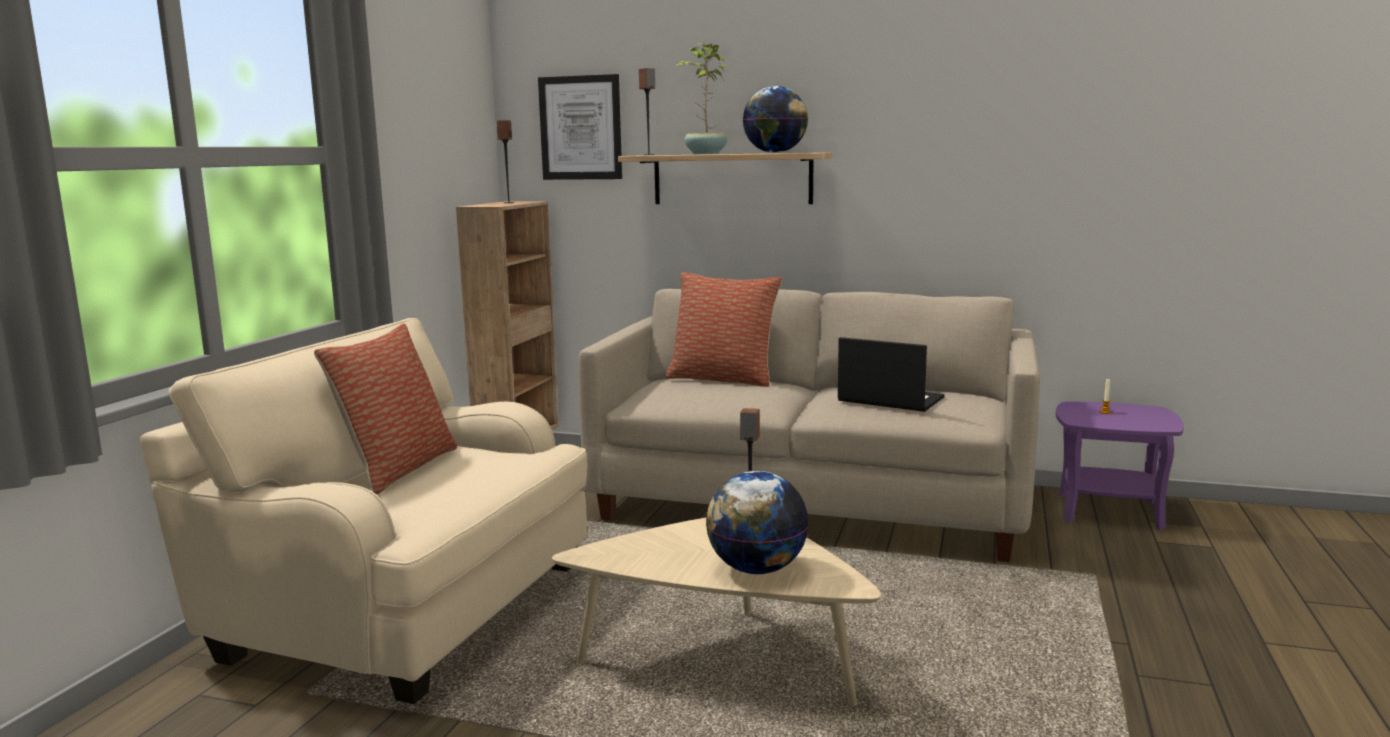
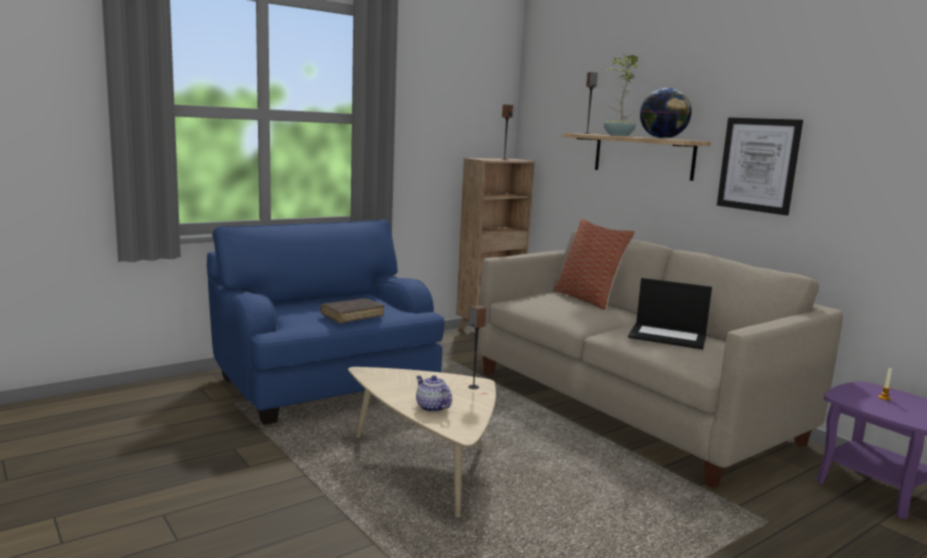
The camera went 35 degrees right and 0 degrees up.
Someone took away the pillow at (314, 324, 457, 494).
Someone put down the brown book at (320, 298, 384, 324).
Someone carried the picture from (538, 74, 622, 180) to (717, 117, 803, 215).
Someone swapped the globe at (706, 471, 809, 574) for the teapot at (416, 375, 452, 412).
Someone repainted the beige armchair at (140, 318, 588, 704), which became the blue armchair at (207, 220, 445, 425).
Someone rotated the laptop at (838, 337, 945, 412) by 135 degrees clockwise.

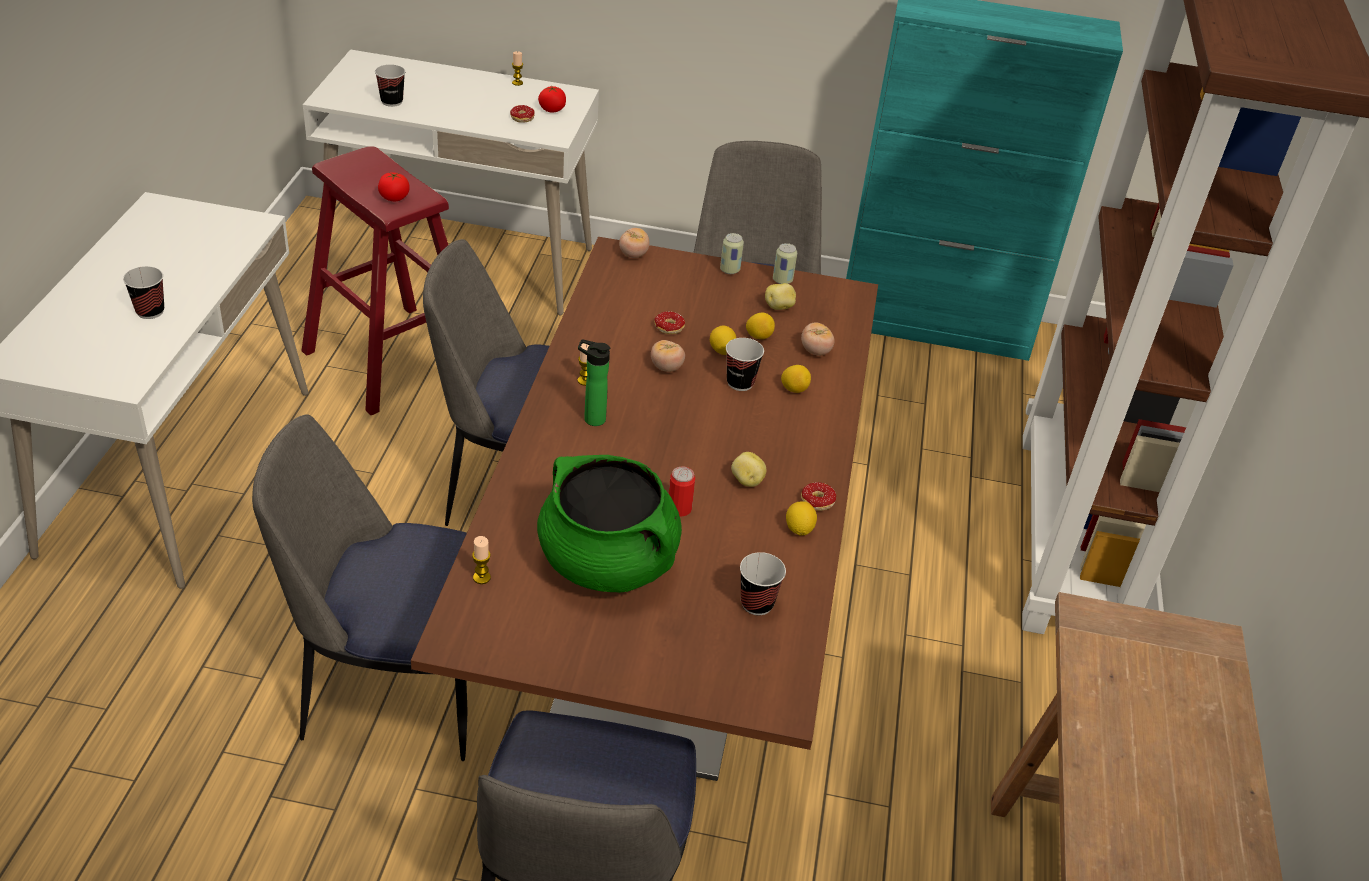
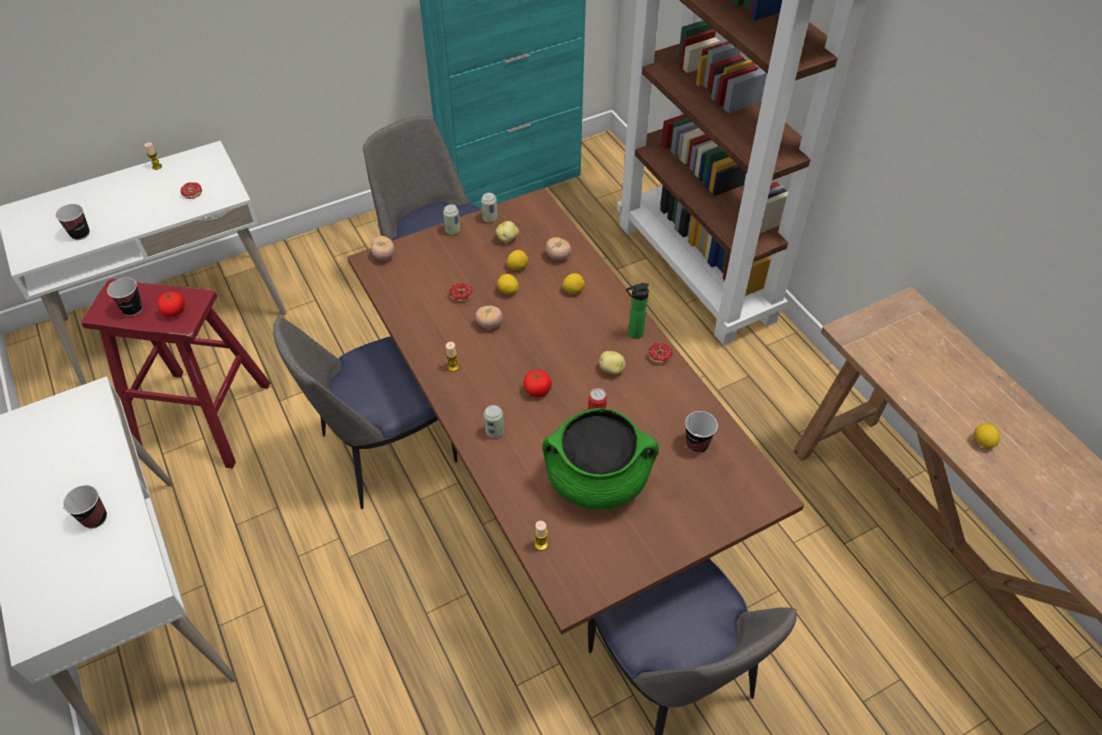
The camera went 35 degrees left and 10 degrees up.
Someone took away the chair at (252, 414, 468, 761).
Someone put down the can at (484, 405, 504, 438).
Someone carried the tomato from (538, 86, 566, 112) to (523, 370, 552, 398).
Someone carried the bottle from (578, 339, 610, 426) to (626, 283, 649, 339).
Someone carried the cup from (726, 338, 764, 391) to (107, 277, 143, 316).
Someone carried the lemon from (786, 501, 817, 535) to (974, 423, 1000, 448).

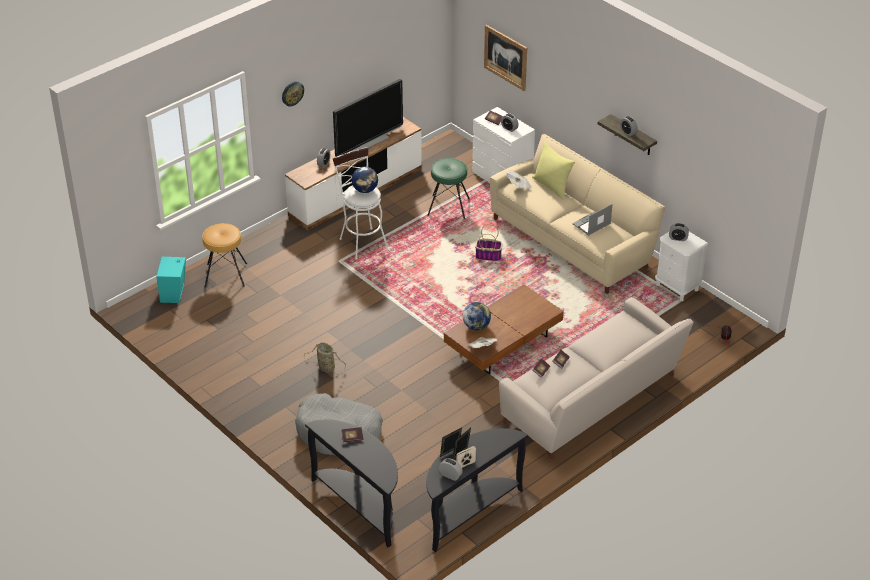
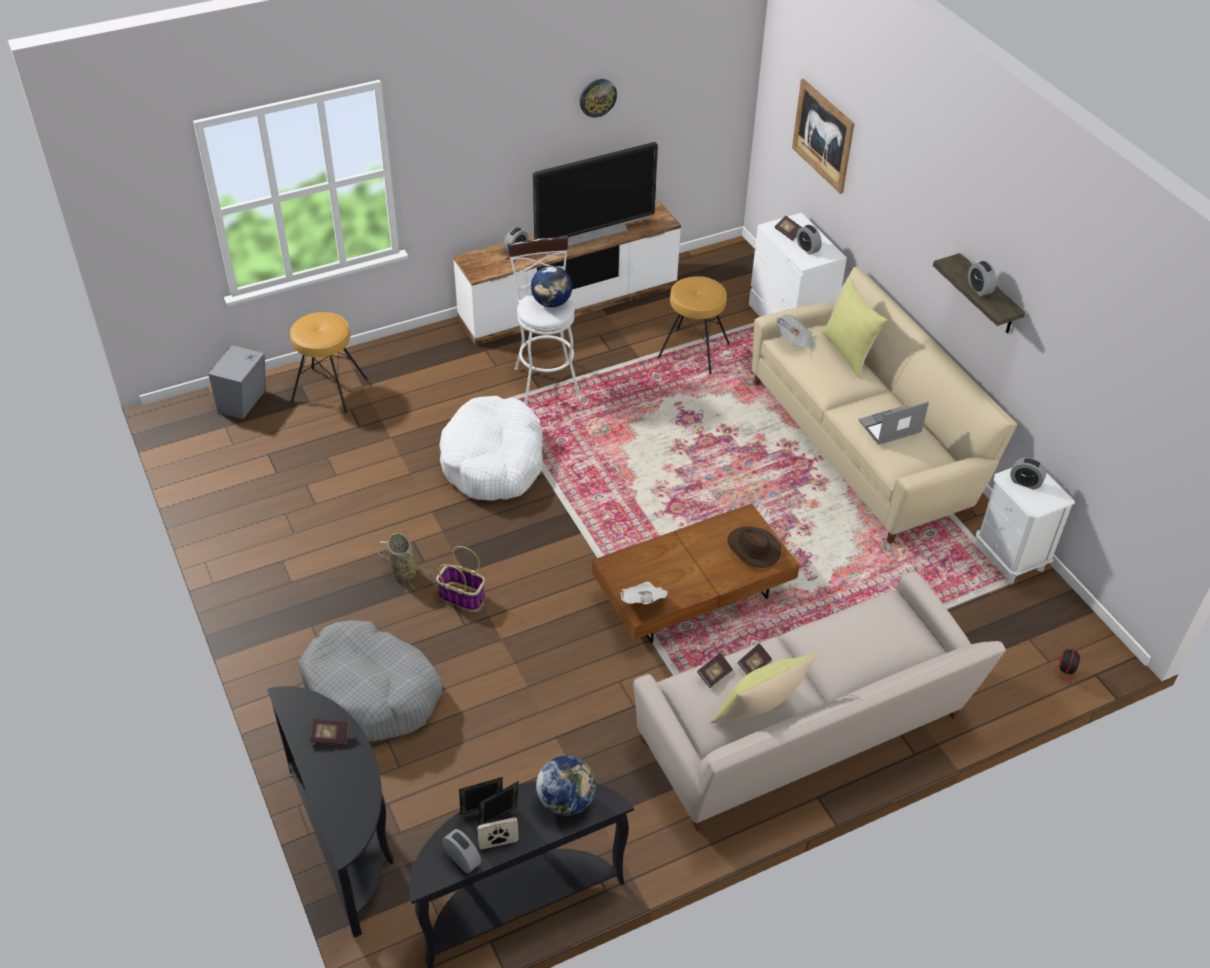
The camera went 15 degrees right and 5 degrees up.
Someone put down the white dog bed at (439, 396, 543, 501).
Someone put down the yellow pillow at (711, 654, 818, 723).
Someone put down the brown hat at (727, 527, 781, 568).
Someone carried the wall clock from (282, 81, 304, 106) to (580, 79, 617, 118).
Someone carried the globe from (463, 302, 491, 330) to (536, 756, 596, 816).
Someone carried the basket from (475, 224, 502, 261) to (436, 546, 485, 611).
Someone repainted the turquoise speaker at (156, 257, 186, 303), which became the grey speaker at (208, 345, 266, 419).
Someone repainted the green stool at (428, 158, 470, 219), which became the brown stool at (658, 276, 730, 374).

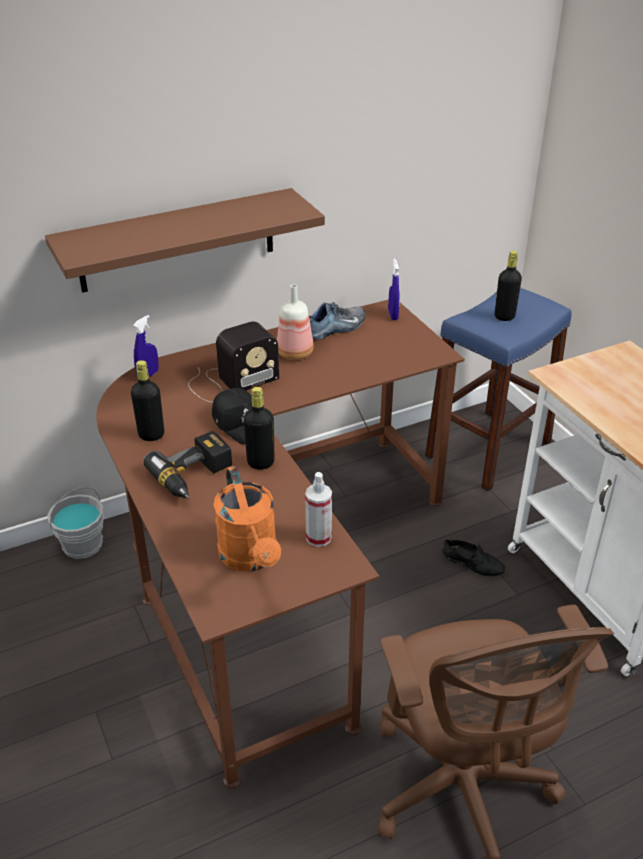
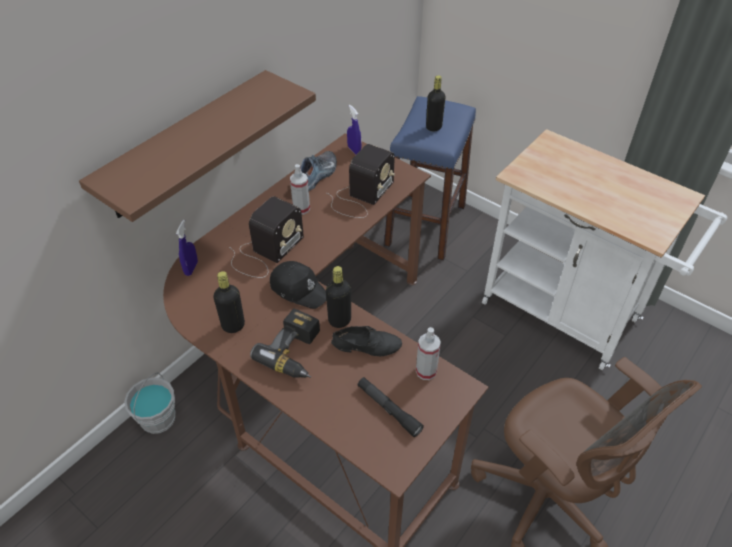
The camera went 25 degrees left and 10 degrees up.
Someone put down the radio at (327, 144, 395, 218).
Someone carried the black shoe from (442, 540, 505, 576) to (331, 326, 402, 356).
Someone swapped the orange watering can at (213, 466, 281, 572) for the black flashlight at (358, 377, 424, 437).
Someone swapped the bottle at (277, 284, 314, 360) for the spray bottle at (290, 164, 310, 214).

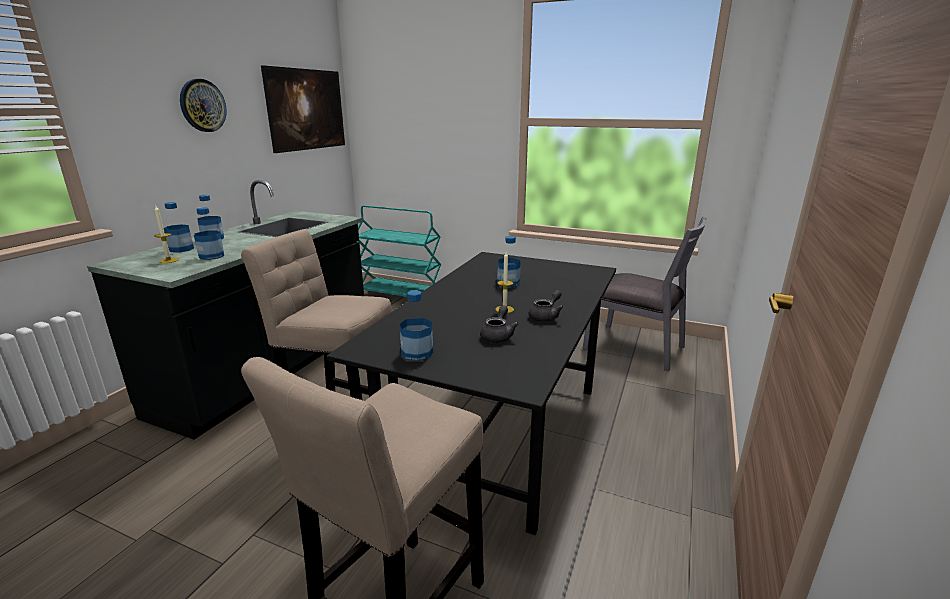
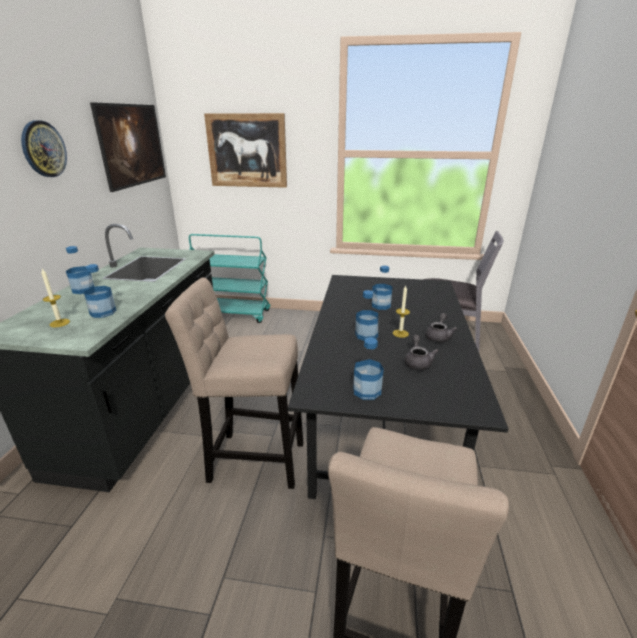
The camera went 15 degrees left and 5 degrees up.
Someone put up the picture at (204, 113, 287, 188).
Someone carried the bottle from (163, 202, 194, 252) to (355, 290, 378, 341).

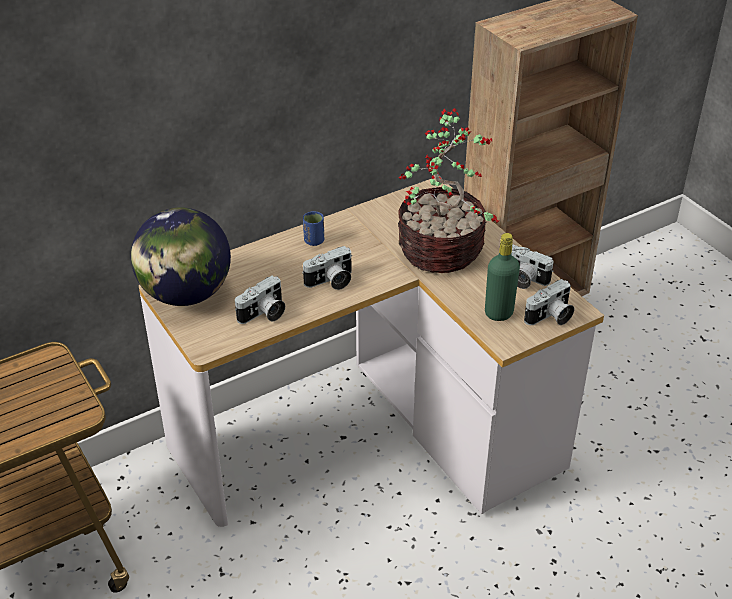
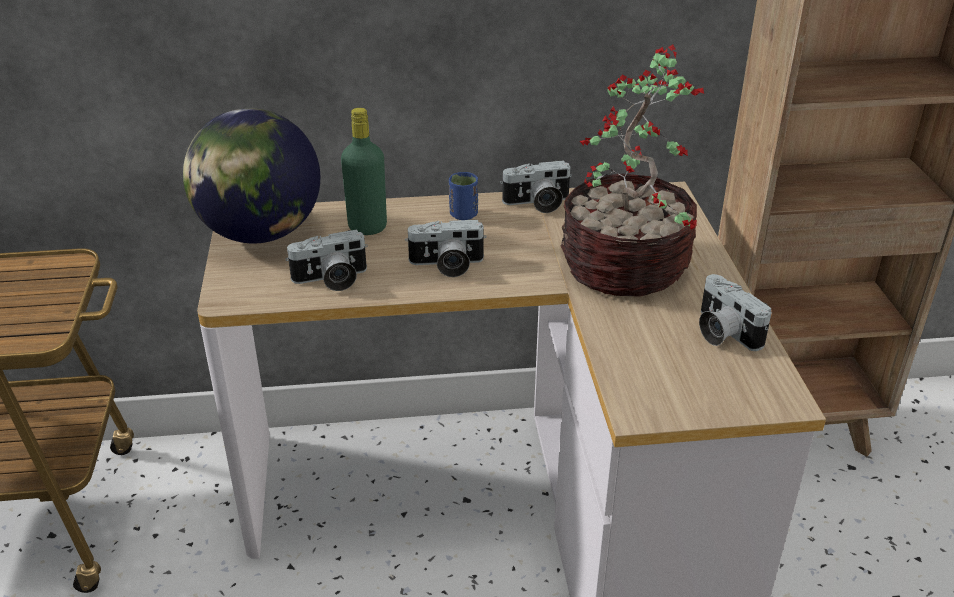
The camera went 25 degrees right and 5 degrees down.
Someone carried the green bottle from (485, 233, 520, 321) to (341, 108, 387, 235).
Someone carried the photo camera from (524, 279, 574, 325) to (500, 160, 572, 213).

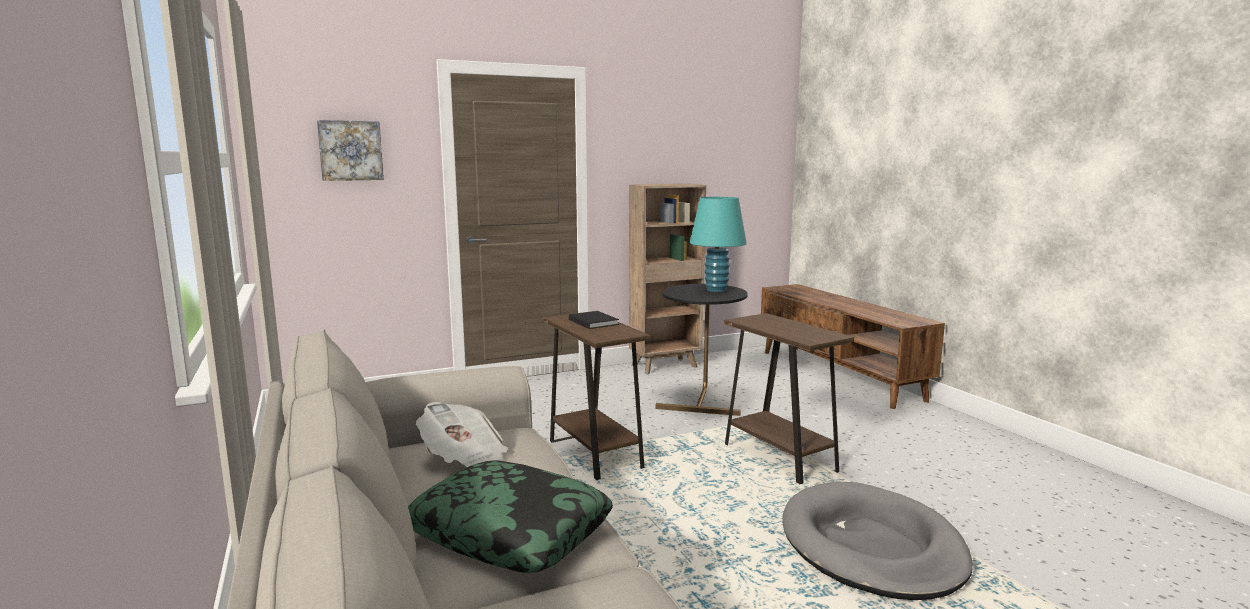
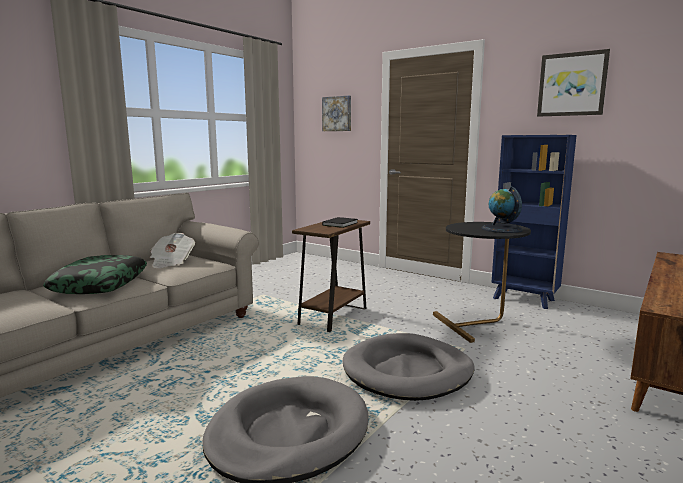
The camera went 60 degrees right and 0 degrees up.
Someone put up the picture at (537, 49, 610, 116).
Someone swapped the turquoise table lamp at (690, 197, 747, 292) for the globe at (481, 186, 523, 233).
Someone swapped the brown side table at (724, 313, 854, 484) for the grey dog bed at (343, 333, 475, 401).
Someone repainted the brown bookcase at (629, 184, 706, 374), which became the blue bookcase at (491, 135, 577, 309).

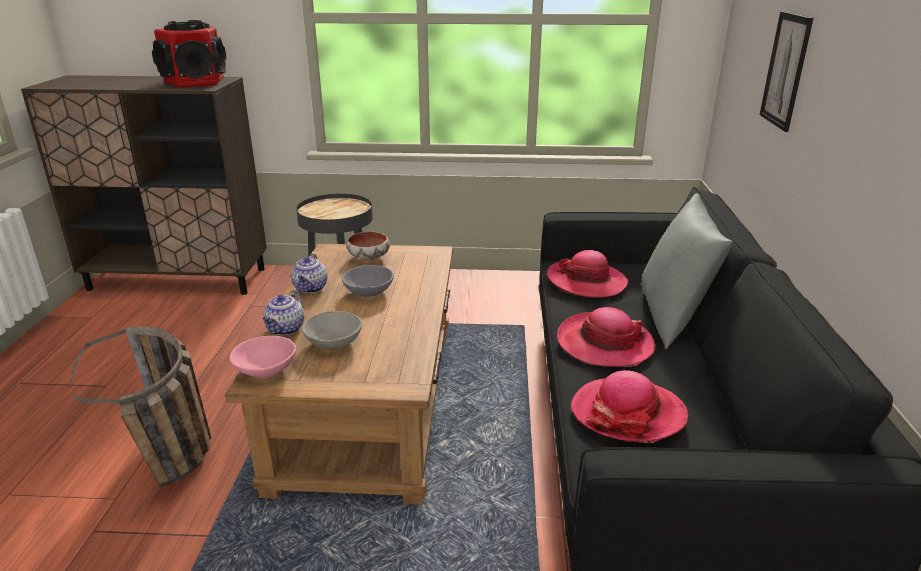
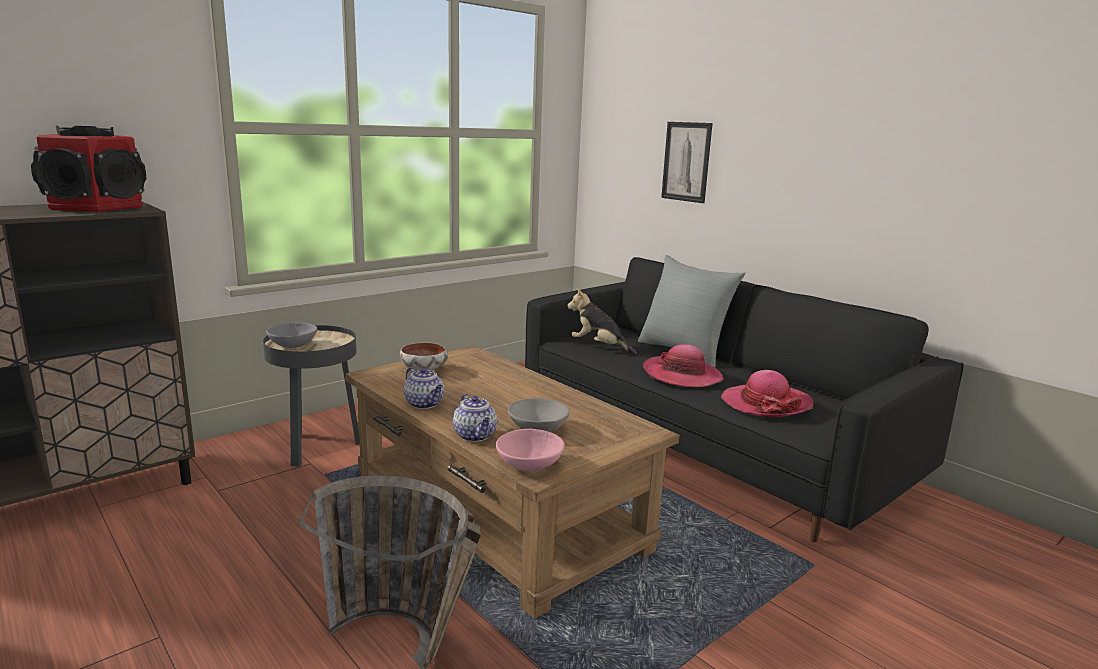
The camera went 45 degrees left and 10 degrees down.
Someone carried the grey bowl from (342, 265, 394, 297) to (266, 322, 317, 348).
Someone swapped the hat at (547, 250, 629, 298) for the plush toy at (567, 288, 637, 354).

